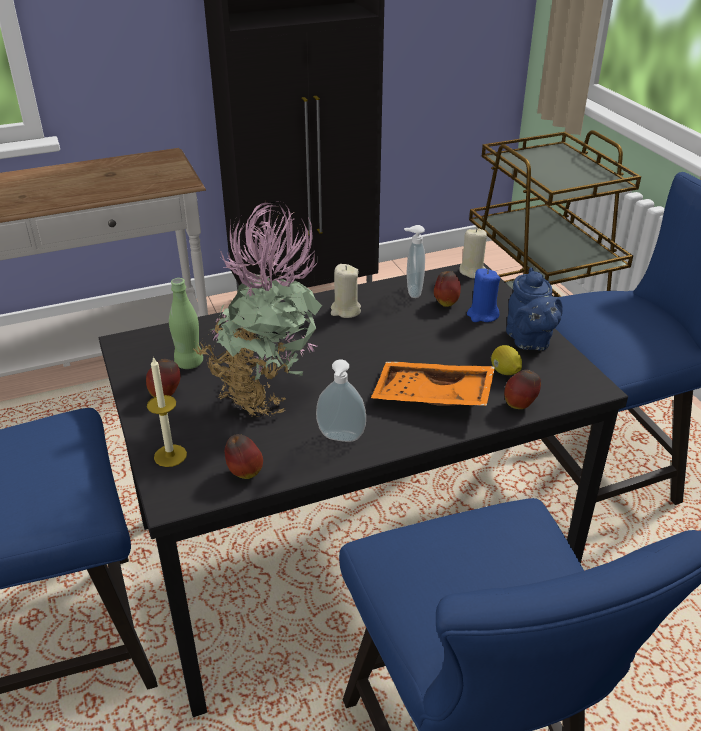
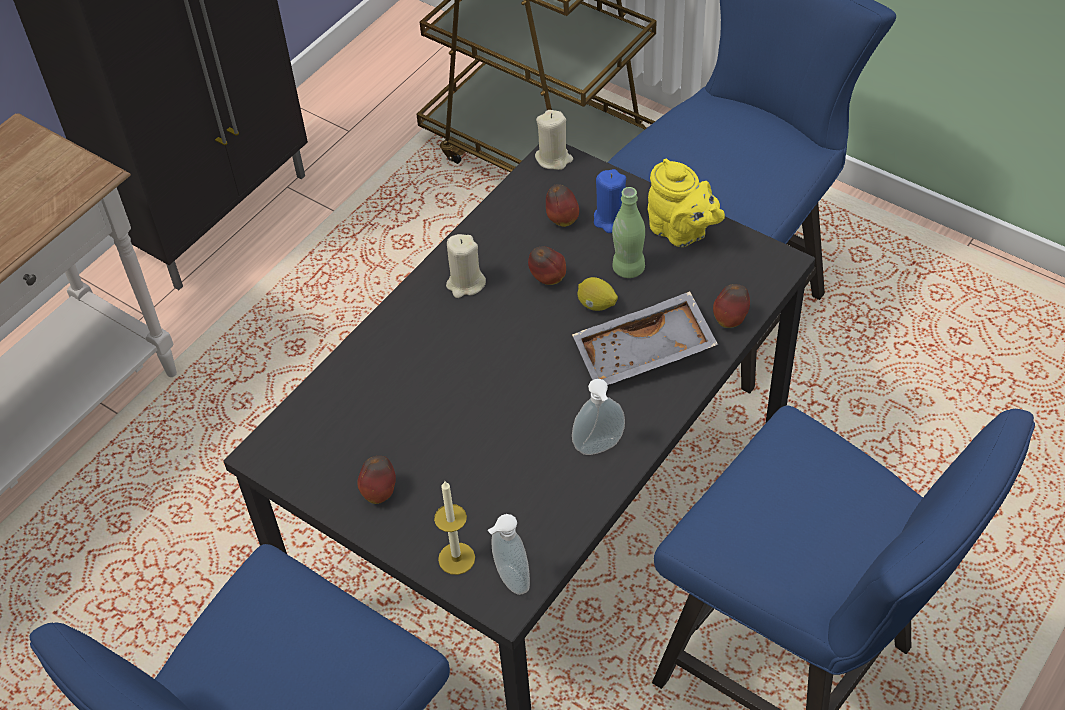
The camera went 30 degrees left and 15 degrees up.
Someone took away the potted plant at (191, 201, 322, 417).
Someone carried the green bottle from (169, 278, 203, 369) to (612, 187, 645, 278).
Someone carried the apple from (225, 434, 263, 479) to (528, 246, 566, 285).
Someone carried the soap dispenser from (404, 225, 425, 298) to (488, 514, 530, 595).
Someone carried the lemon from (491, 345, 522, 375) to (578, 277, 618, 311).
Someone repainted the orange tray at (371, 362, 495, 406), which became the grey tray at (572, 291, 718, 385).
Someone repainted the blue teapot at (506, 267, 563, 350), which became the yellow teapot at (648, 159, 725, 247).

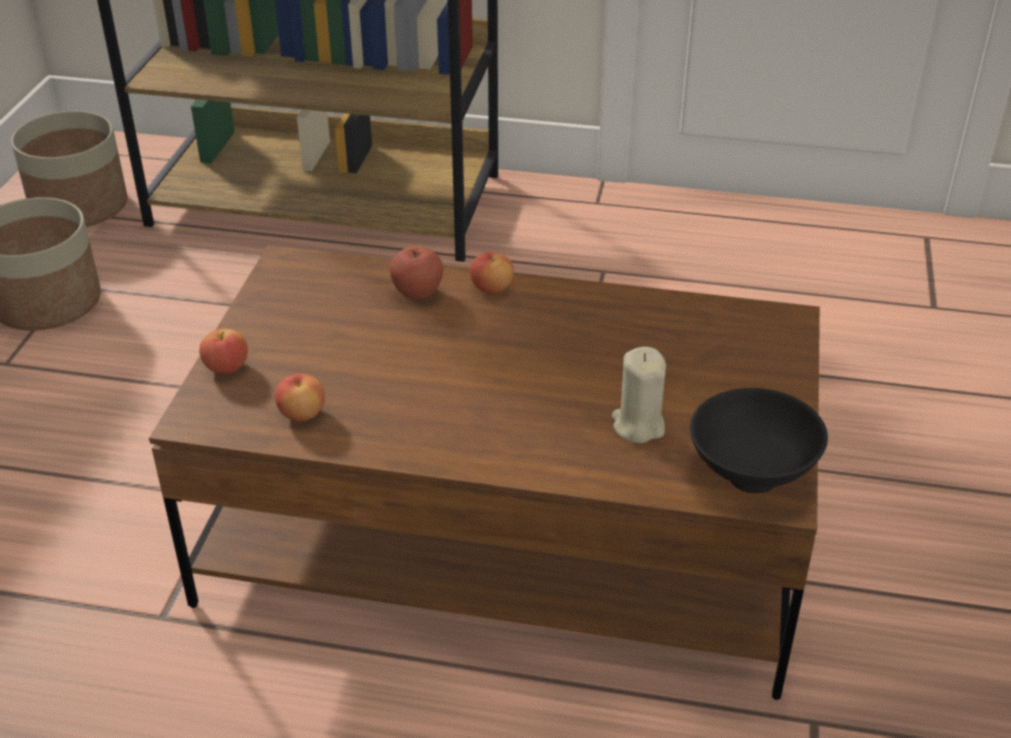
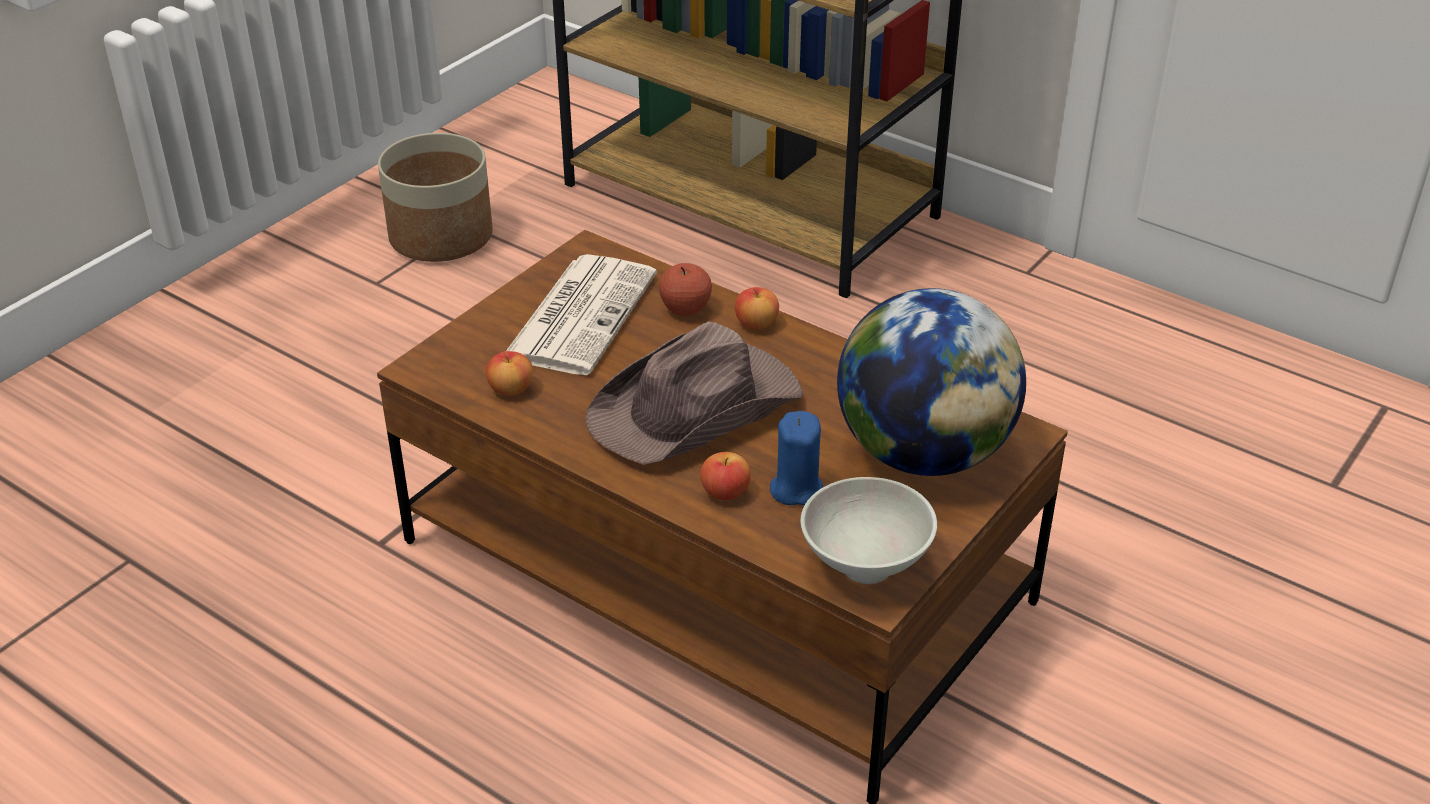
The camera went 25 degrees right and 0 degrees up.
Someone took away the planter at (11, 111, 127, 227).
Someone put down the newspaper at (506, 254, 657, 375).
Someone put down the brown hat at (585, 321, 803, 465).
Someone put down the globe at (837, 288, 1026, 476).
Someone carried the apple from (199, 329, 248, 374) to (700, 452, 751, 500).
Someone repainted the beige candle at (612, 347, 666, 443), which became the blue candle at (770, 411, 823, 505).
Someone repainted the black bowl at (690, 388, 828, 493), which became the white bowl at (801, 477, 937, 584).

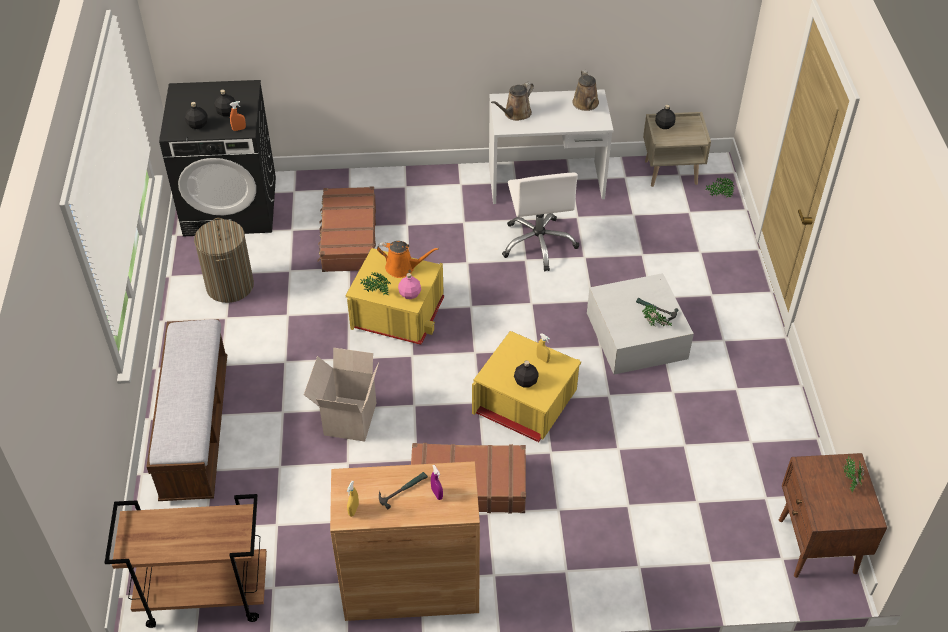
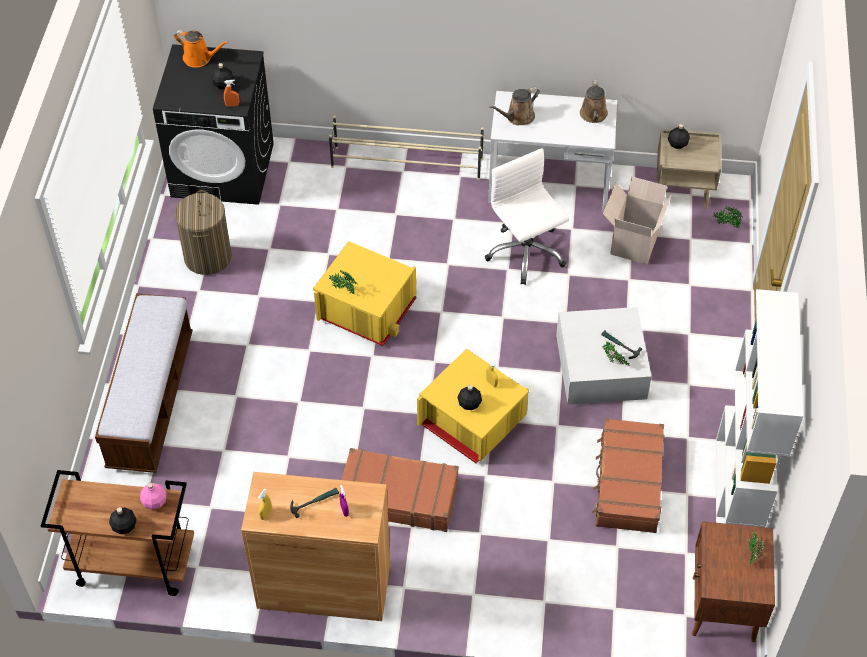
The camera went 10 degrees right and 5 degrees up.
Someone put down the beige shoe rack at (329, 116, 484, 180).
Someone put down the white bookcase at (716, 289, 803, 527).
Someone carried the black bottle from (185, 102, 208, 129) to (109, 507, 137, 534).
Someone carried the cardboard box from (304, 348, 379, 442) to (603, 177, 672, 264).
Someone carried the brown suitcase from (317, 186, 376, 272) to (592, 418, 665, 533).
Someone carried the orange watering can from (377, 241, 439, 278) to (174, 30, 229, 68).
Someone carried the pink bottle from (398, 273, 421, 299) to (140, 483, 167, 510).
Someone rotated the white office chair at (502, 173, 579, 271) by 150 degrees clockwise.

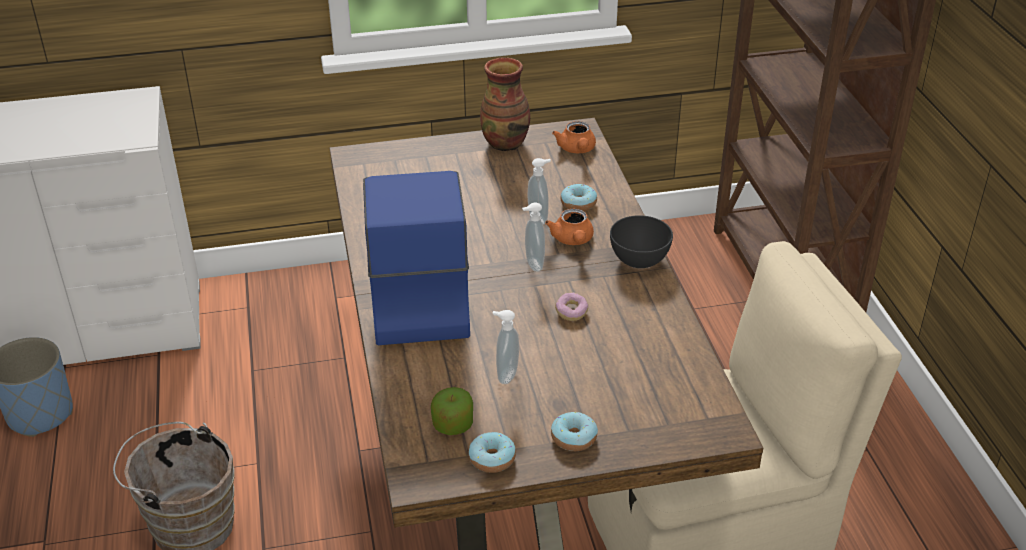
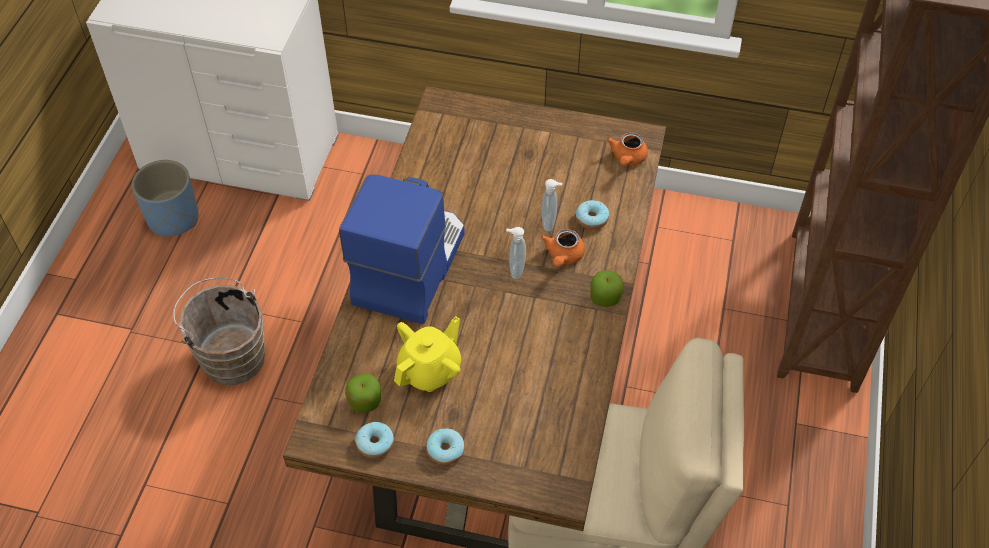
The camera went 25 degrees right and 15 degrees up.
Someone took away the vase at (480, 57, 530, 151).
Someone took away the donut at (555, 293, 588, 321).
Someone swapped the soap dispenser at (492, 310, 519, 384) for the yellow teapot at (394, 317, 461, 392).
Someone swapped the grey bowl at (610, 215, 673, 268) for the apple at (590, 270, 624, 307).

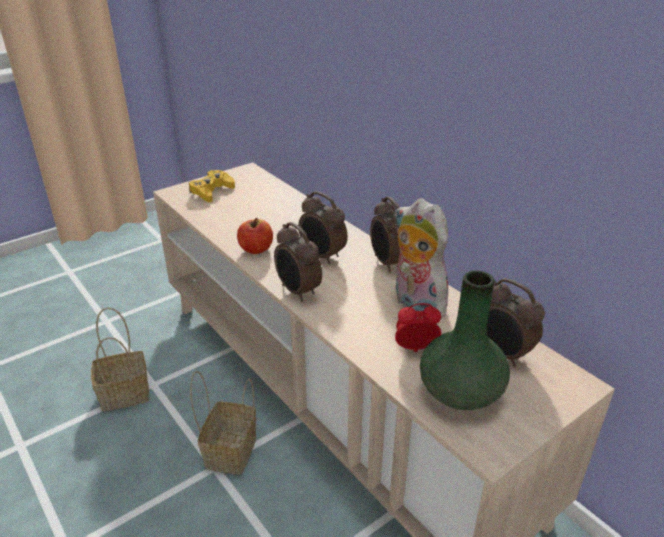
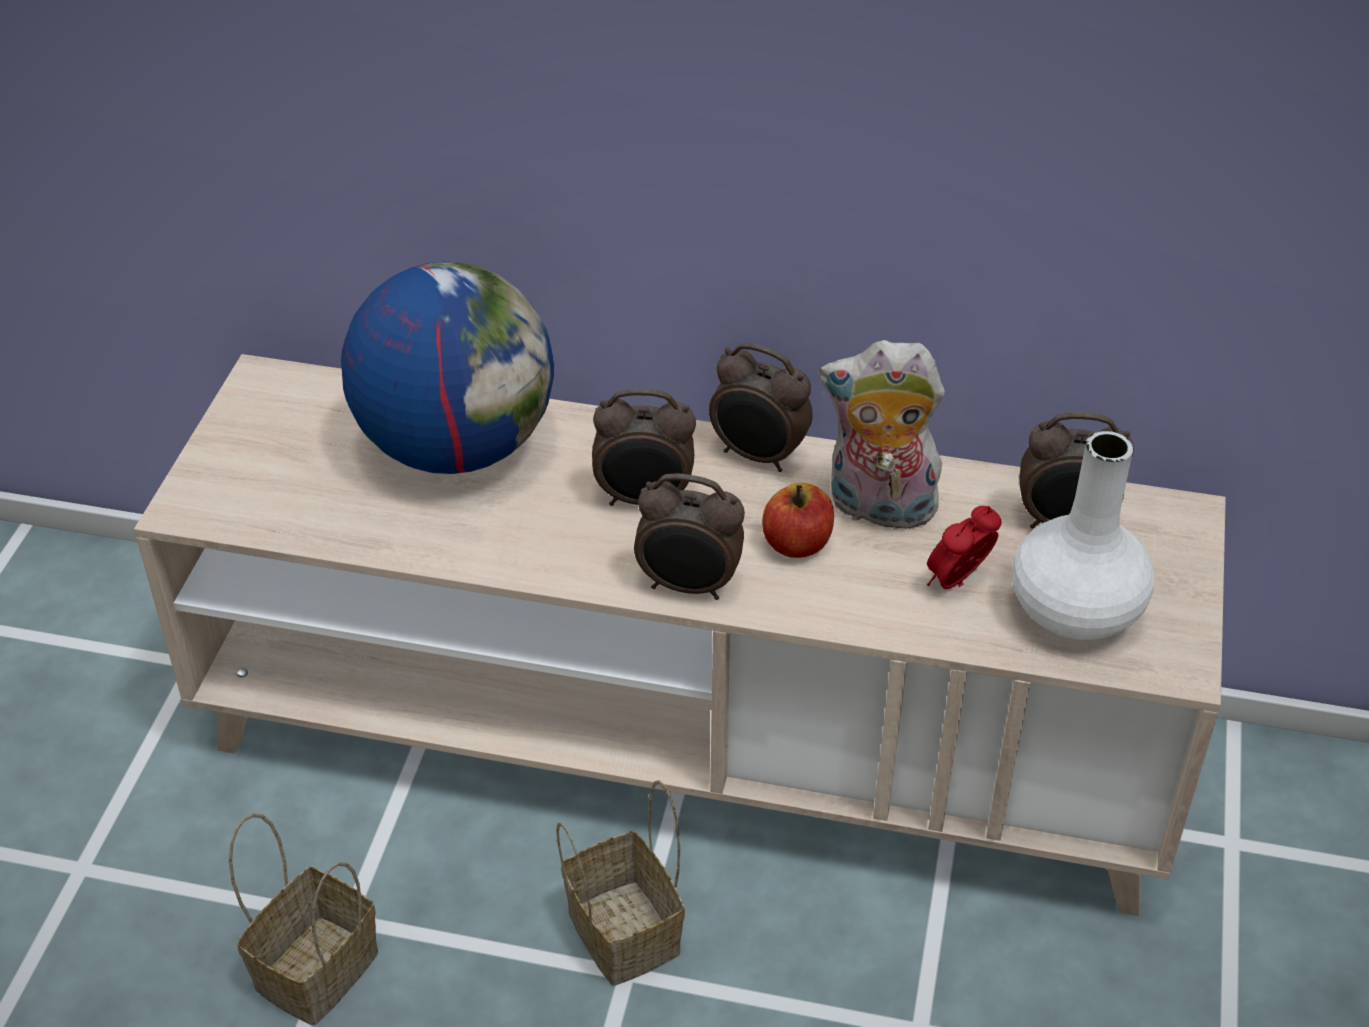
The camera went 40 degrees left and 10 degrees up.
Someone took away the yellow game controller at (189, 170, 235, 202).
Someone put down the globe at (341, 262, 554, 474).
Someone carried the apple from (237, 218, 273, 254) to (762, 483, 834, 558).
Someone repainted the green vase at (420, 270, 510, 410), which became the white vase at (1012, 431, 1154, 640).

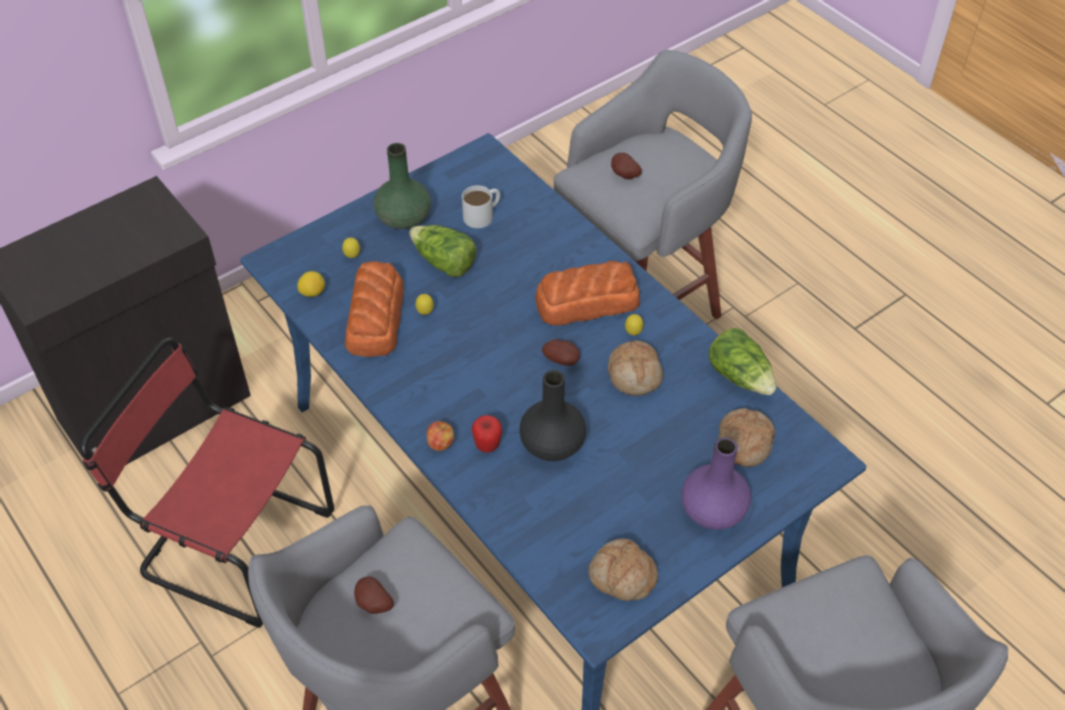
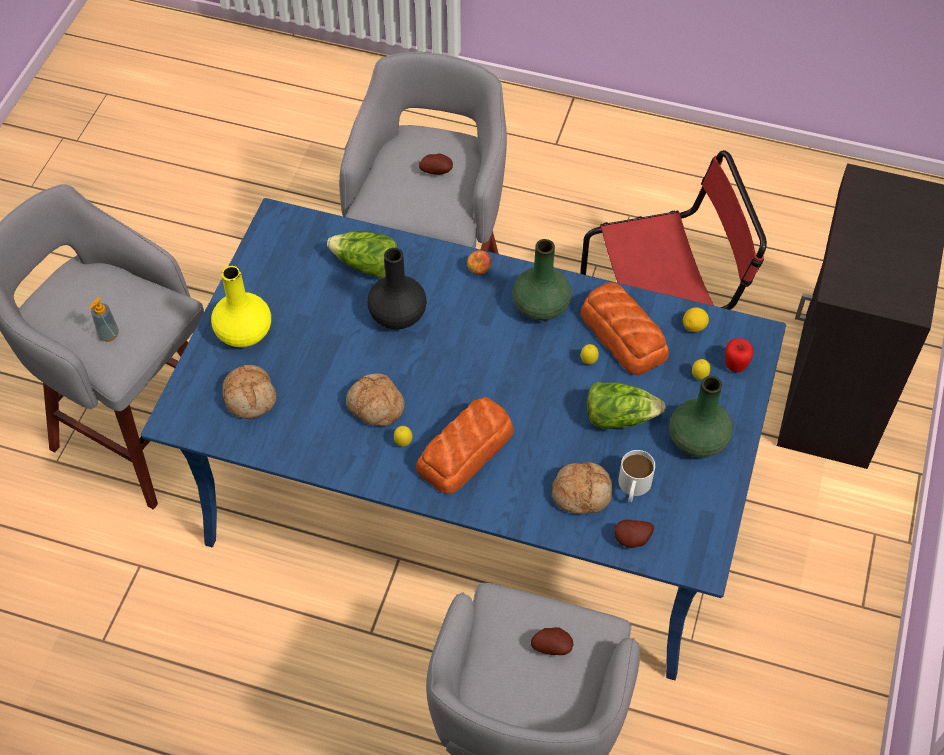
The camera went 145 degrees right and 5 degrees up.
Someone put down the soap dispenser at (89, 297, 119, 342).
Someone put down the green vase at (513, 239, 572, 321).
Someone carried the apple from (472, 415, 502, 453) to (725, 338, 754, 372).
Someone carried the potato from (542, 339, 580, 366) to (614, 520, 654, 548).
Someone carried the bread from (589, 539, 658, 601) to (552, 462, 613, 514).
Someone carried the lettuce from (709, 328, 776, 395) to (327, 231, 397, 278).
Someone repainted the purple vase at (681, 437, 751, 530), which became the yellow vase at (211, 266, 271, 347).

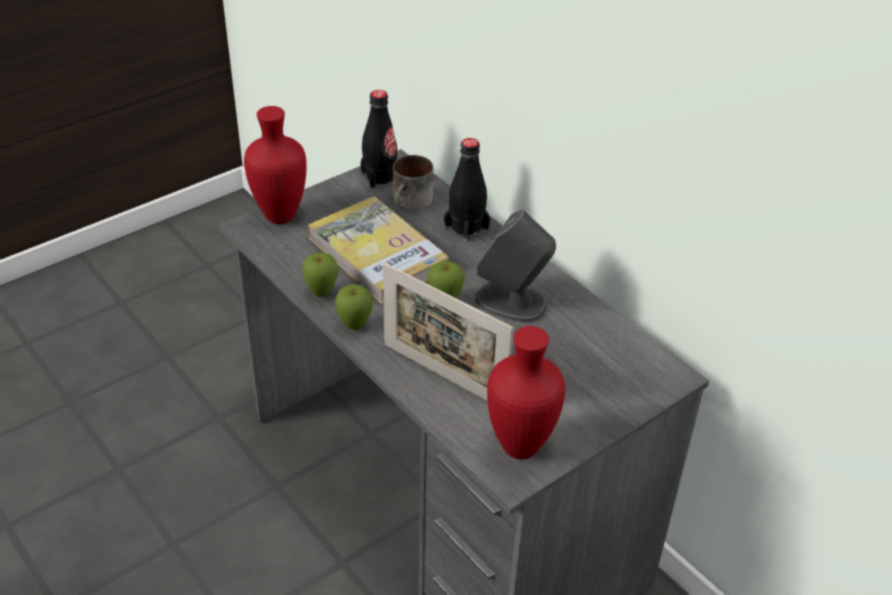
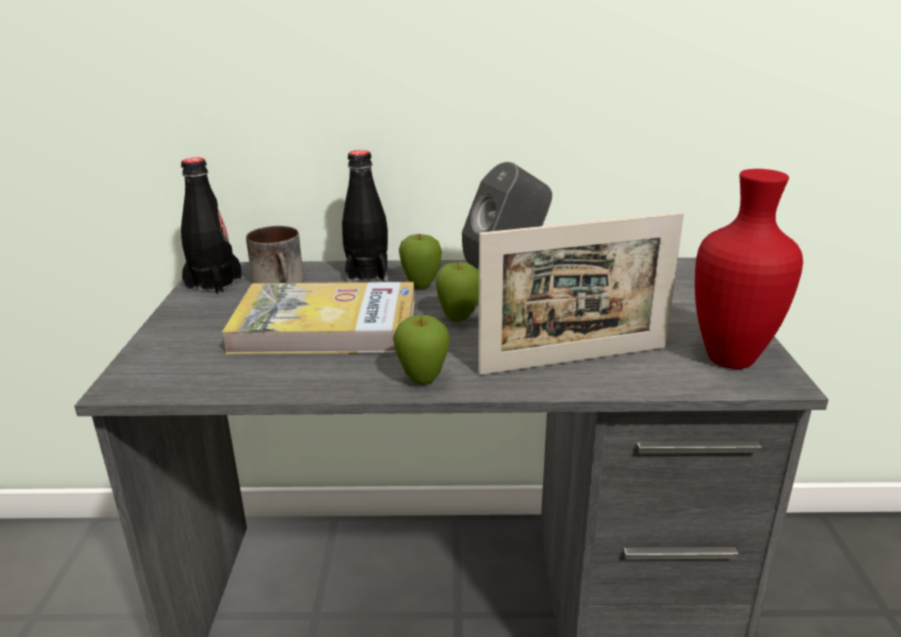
The camera went 50 degrees left and 15 degrees down.
Someone took away the red vase at (244, 106, 307, 224).
Someone carried the apple from (302, 252, 338, 297) to (399, 234, 442, 289).

